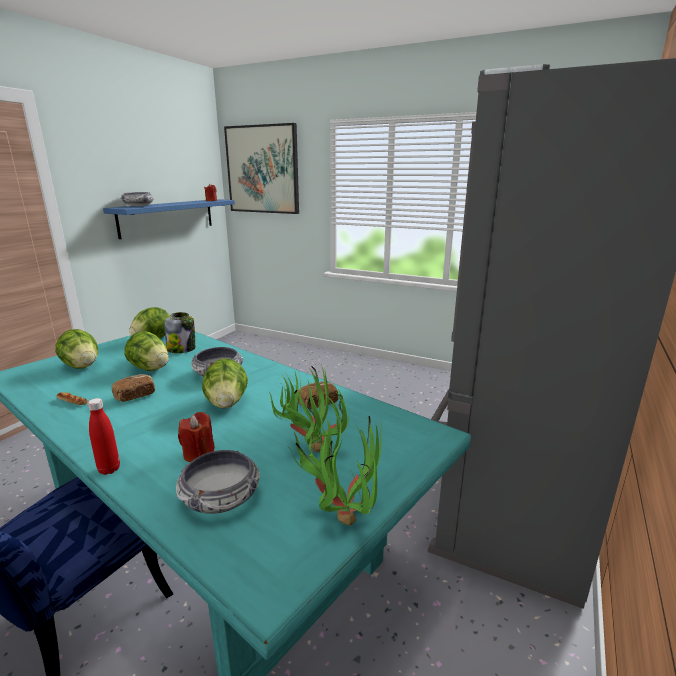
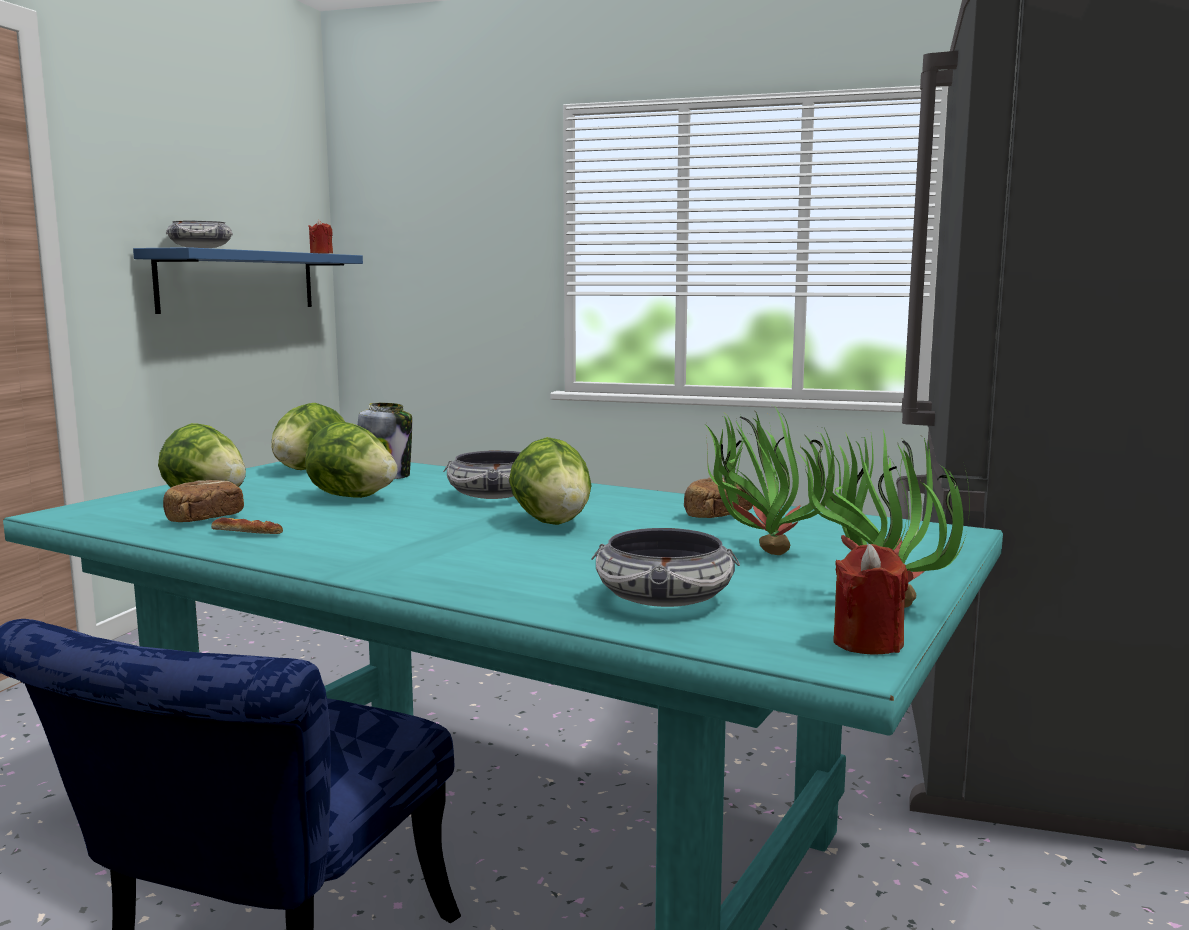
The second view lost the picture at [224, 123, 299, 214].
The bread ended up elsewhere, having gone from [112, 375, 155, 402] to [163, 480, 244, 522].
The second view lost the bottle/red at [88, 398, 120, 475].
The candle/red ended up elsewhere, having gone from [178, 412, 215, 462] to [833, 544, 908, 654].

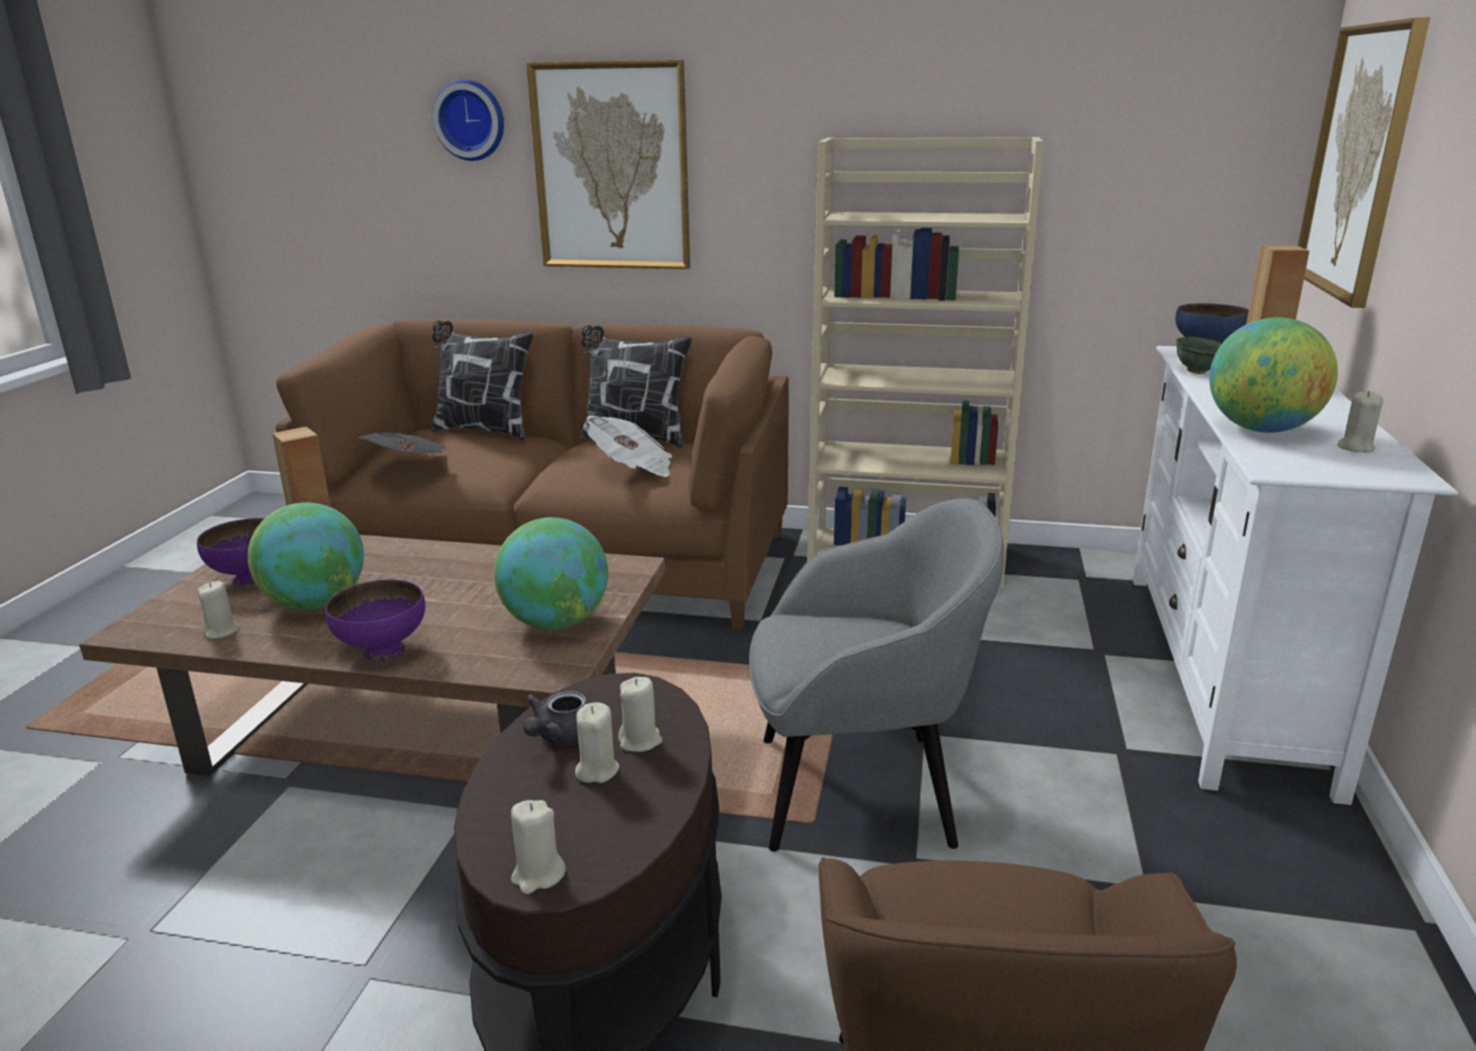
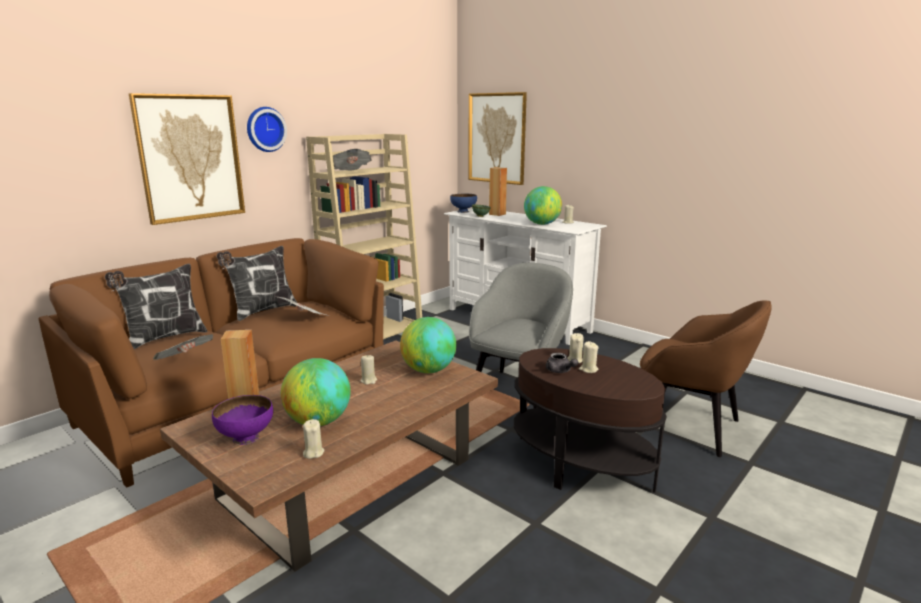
The wall clock ended up elsewhere, having gone from [433, 79, 504, 161] to [247, 107, 287, 152].
The second view lost the bowl/purple at [325, 579, 425, 661].
The candle/beige ended up elsewhere, having gone from [511, 800, 566, 894] to [361, 354, 377, 385].
The second view gained the newspaper at [333, 149, 372, 171].

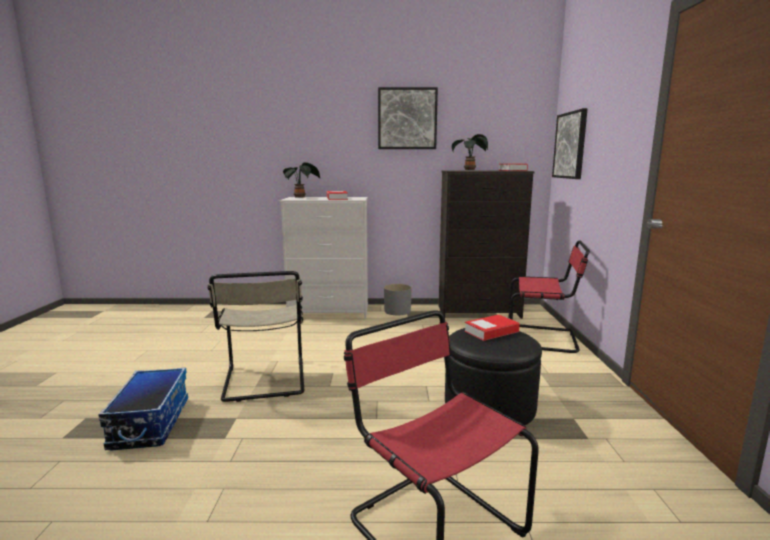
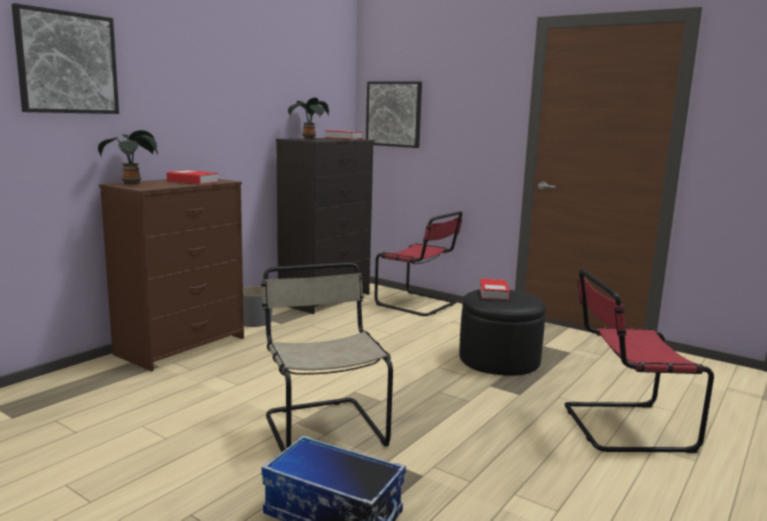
The picture ended up elsewhere, having gone from [378, 87, 438, 149] to [11, 3, 119, 114].
What was the dresser/white at [280, 197, 368, 319] turned into the dresser/brown at [99, 179, 244, 371].
The chair/red at [509, 240, 590, 353] ended up facing another way, 75 degrees clockwise from before.
The chair/beige at [207, 271, 304, 402] ended up facing another way, 135 degrees counterclockwise from before.

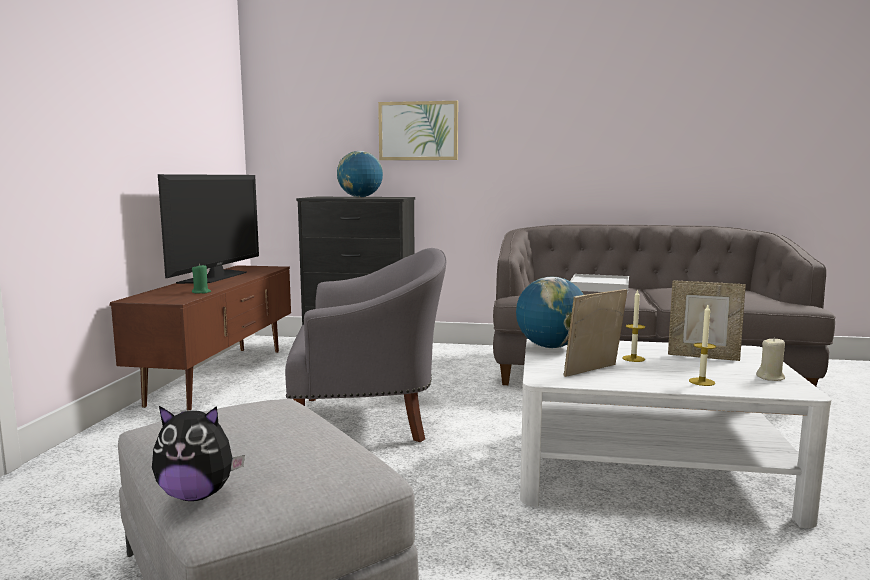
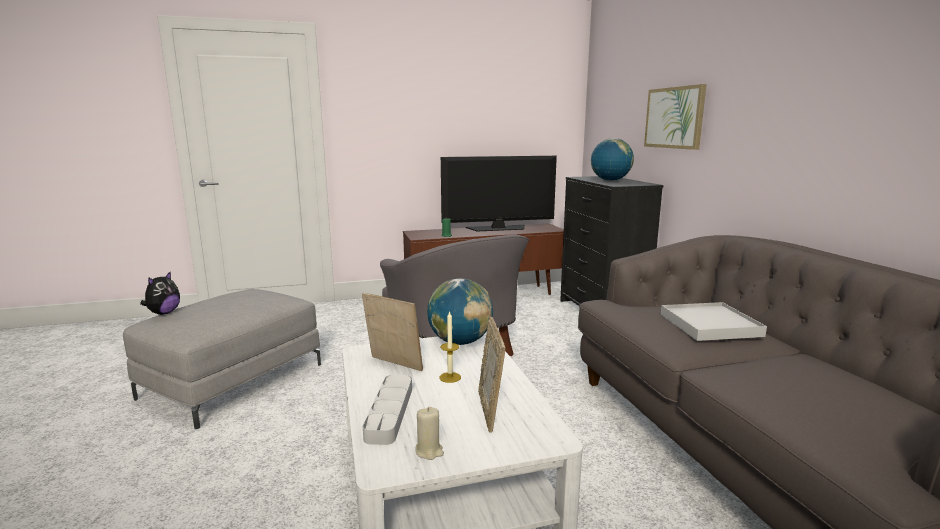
Where the candle stood at [689, 305, 716, 386], the tray/grey came to stand at [363, 375, 412, 445].
The plush toy at [152, 406, 245, 501] ended up facing another way, 135 degrees counterclockwise from before.

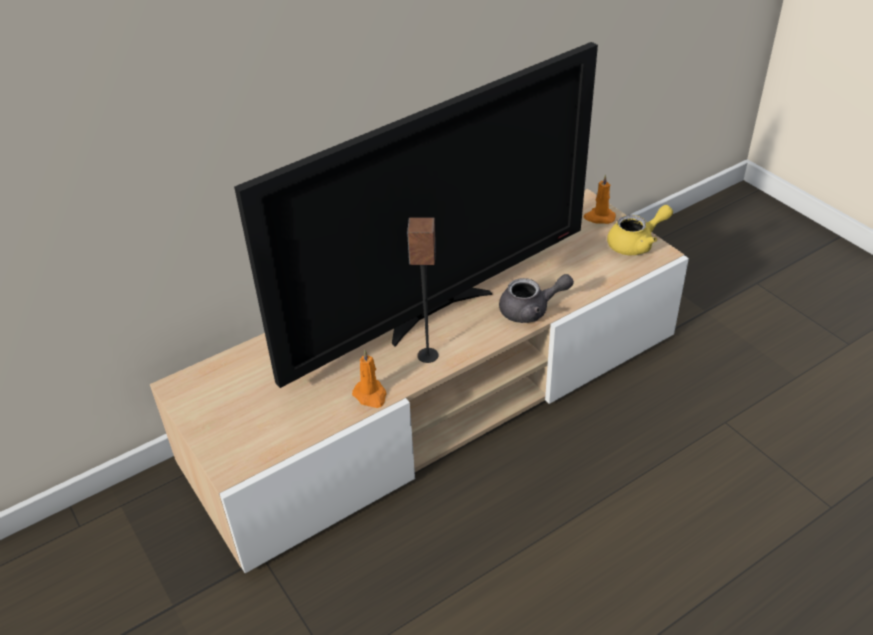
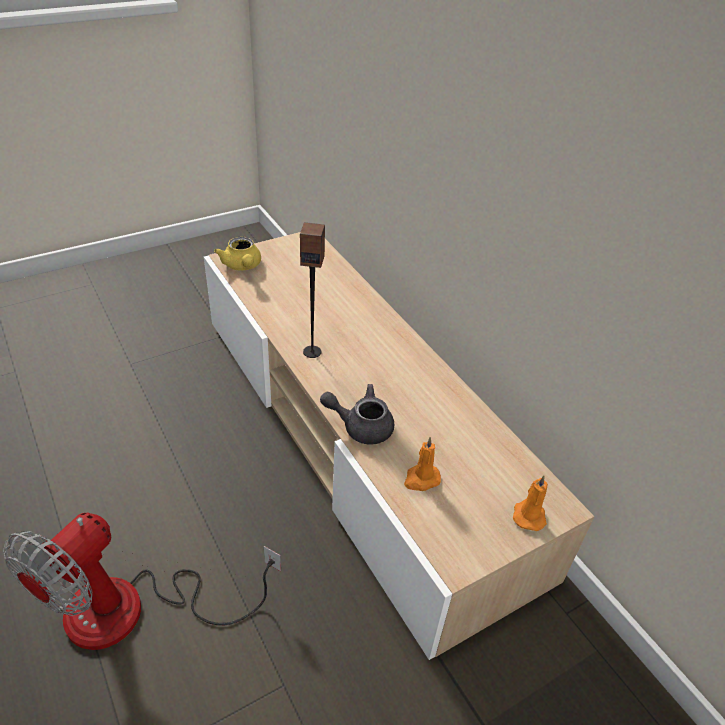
The second view lost the television at [234, 42, 598, 388].
The teapot/yellow ended up elsewhere, having gone from [607, 205, 673, 255] to [214, 237, 261, 270].
The teapot/grey at [499, 274, 574, 323] ended up facing another way, 105 degrees clockwise from before.
The candle/orange ended up elsewhere, having gone from [352, 350, 387, 408] to [404, 437, 441, 491].
The second view gained the fan at [3, 513, 281, 650].

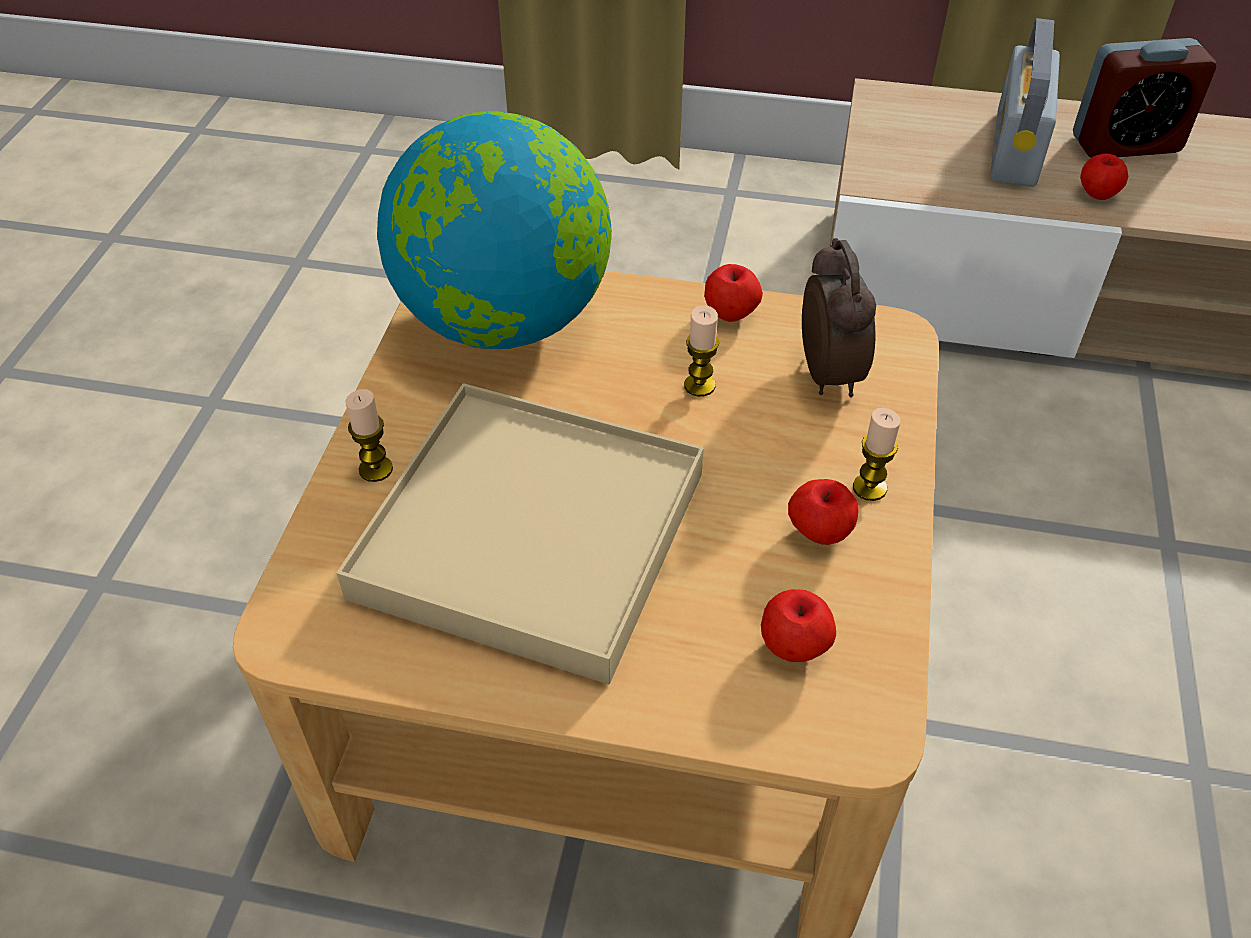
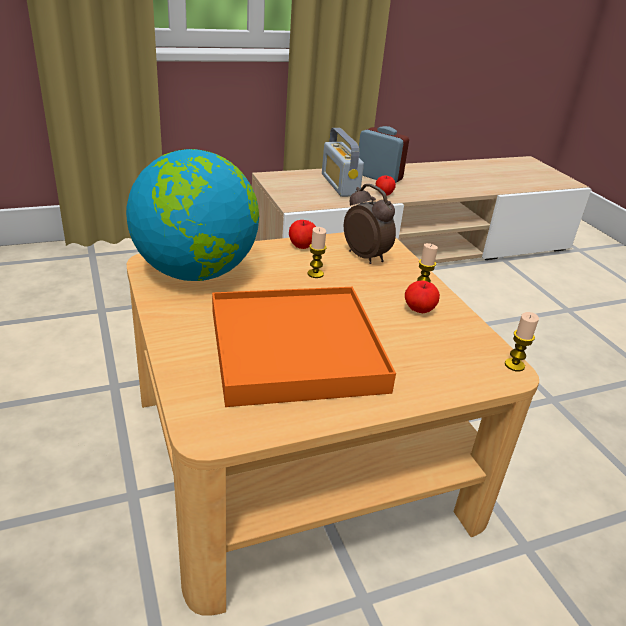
The alarm clock at [1073, 38, 1216, 158] ended up facing another way, 105 degrees counterclockwise from before.
What was the tray/beige at [337, 383, 704, 684] turned into the tray/orange at [212, 287, 396, 407].
The candle ended up elsewhere, having gone from [345, 389, 393, 482] to [505, 312, 539, 372].
The second view lost the apple at [761, 589, 836, 662].

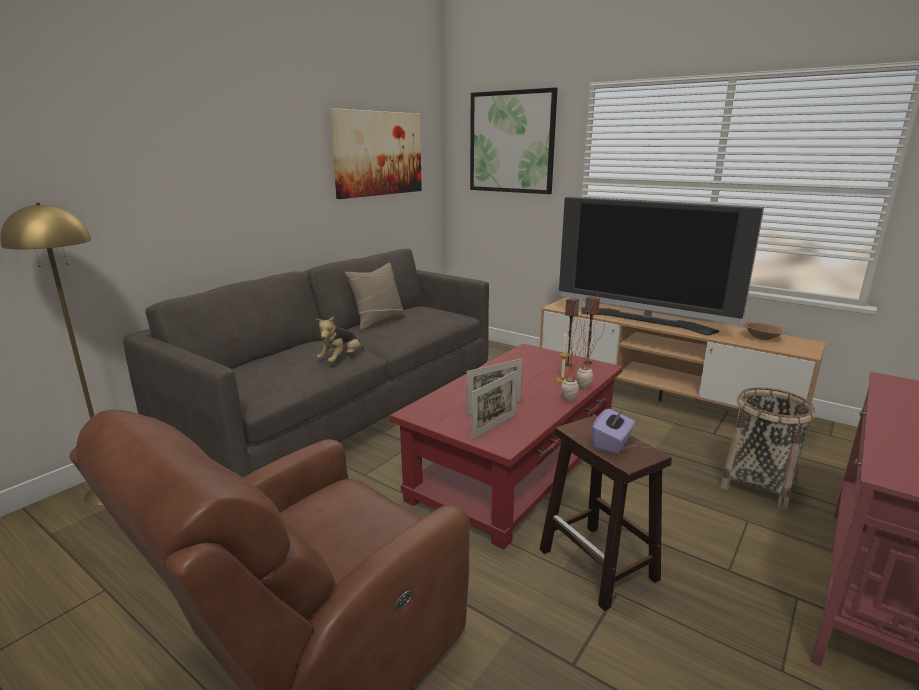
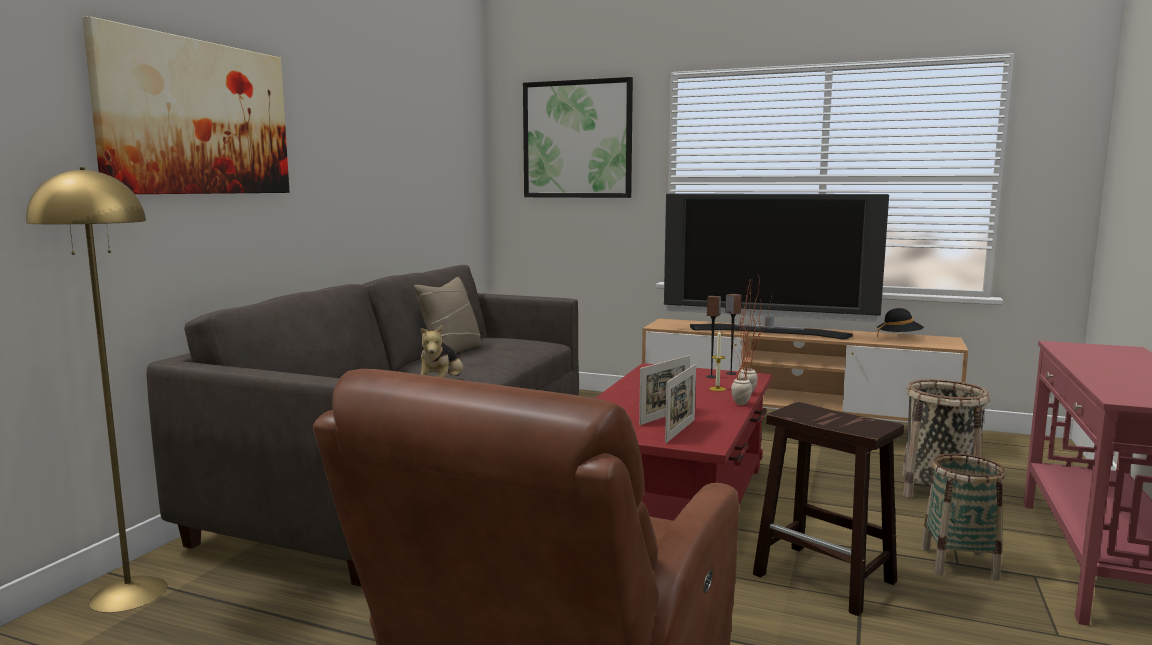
The picture ended up elsewhere, having gone from [330, 108, 422, 199] to [82, 16, 290, 194].
Where the bowl/brown stood at [743, 322, 786, 340], the hat/black came to stand at [877, 308, 924, 338].
The second view lost the tissue box/purple at [591, 409, 635, 455].
The second view gained the basket at [921, 453, 1005, 580].

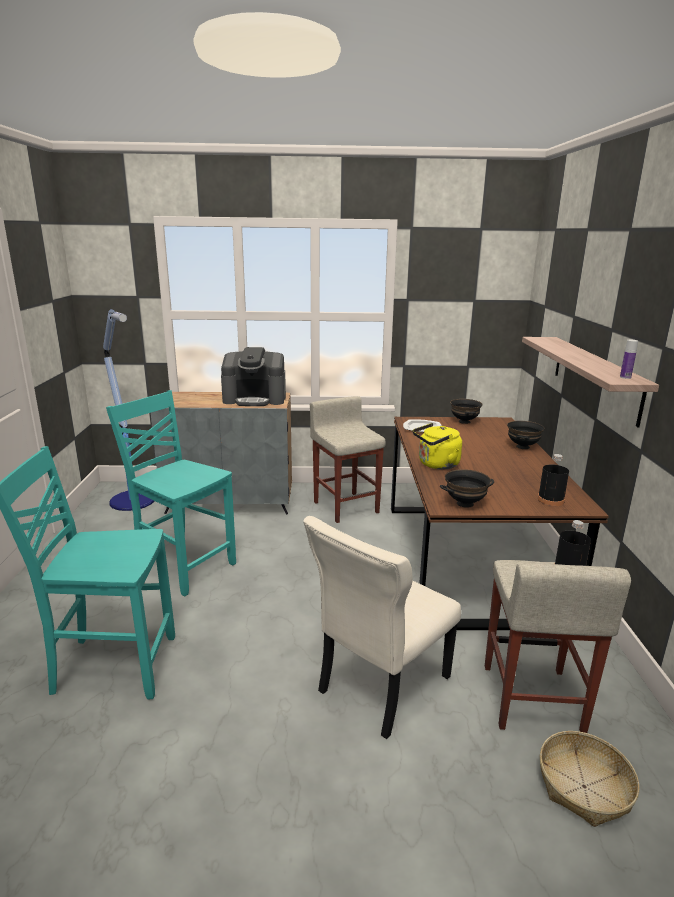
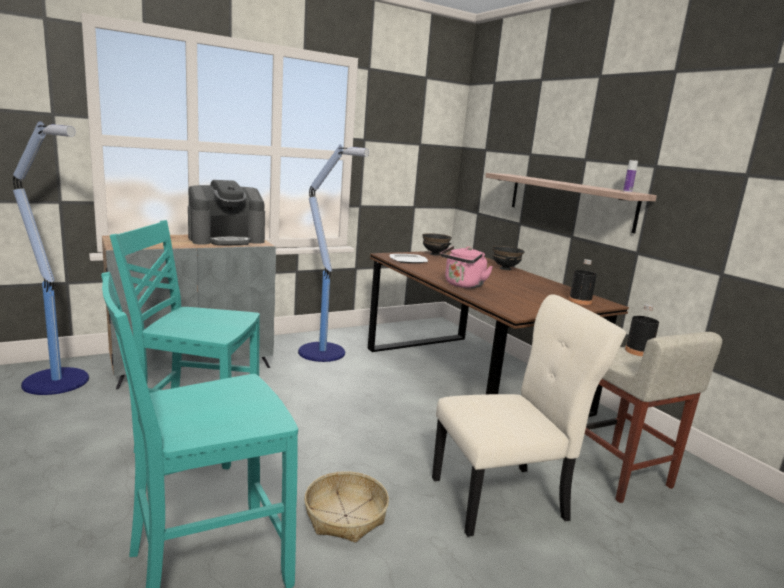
Where the stool/beige stood at [310, 396, 386, 523], the floor lamp came to stand at [298, 144, 369, 362].
What was the kettle/yellow at [413, 423, 462, 470] turned into the kettle/pink at [441, 246, 493, 288].
The second view lost the bowl/black at [440, 469, 494, 508].
The chair/beige at [303, 516, 461, 739] ended up facing another way, 120 degrees counterclockwise from before.
The basket ended up elsewhere, having gone from [540, 731, 640, 827] to [304, 471, 389, 543].

